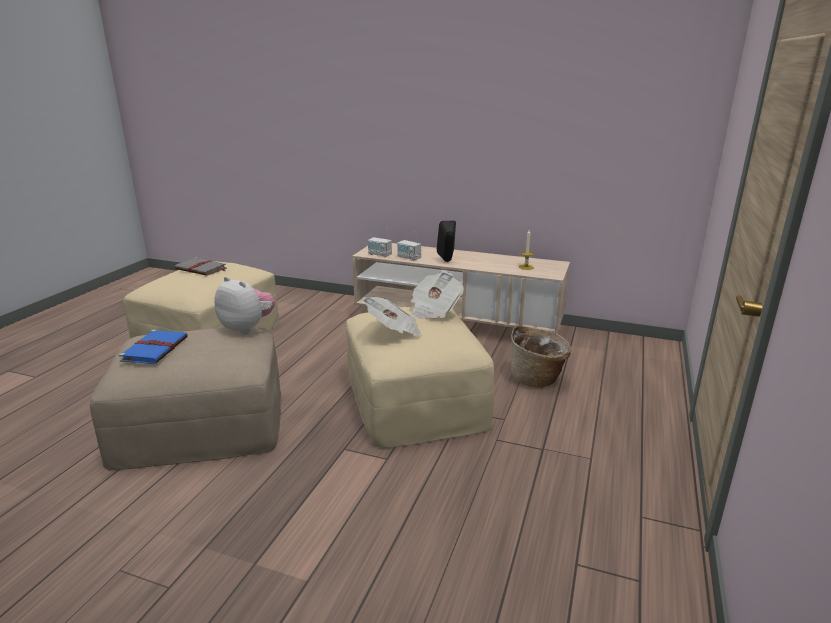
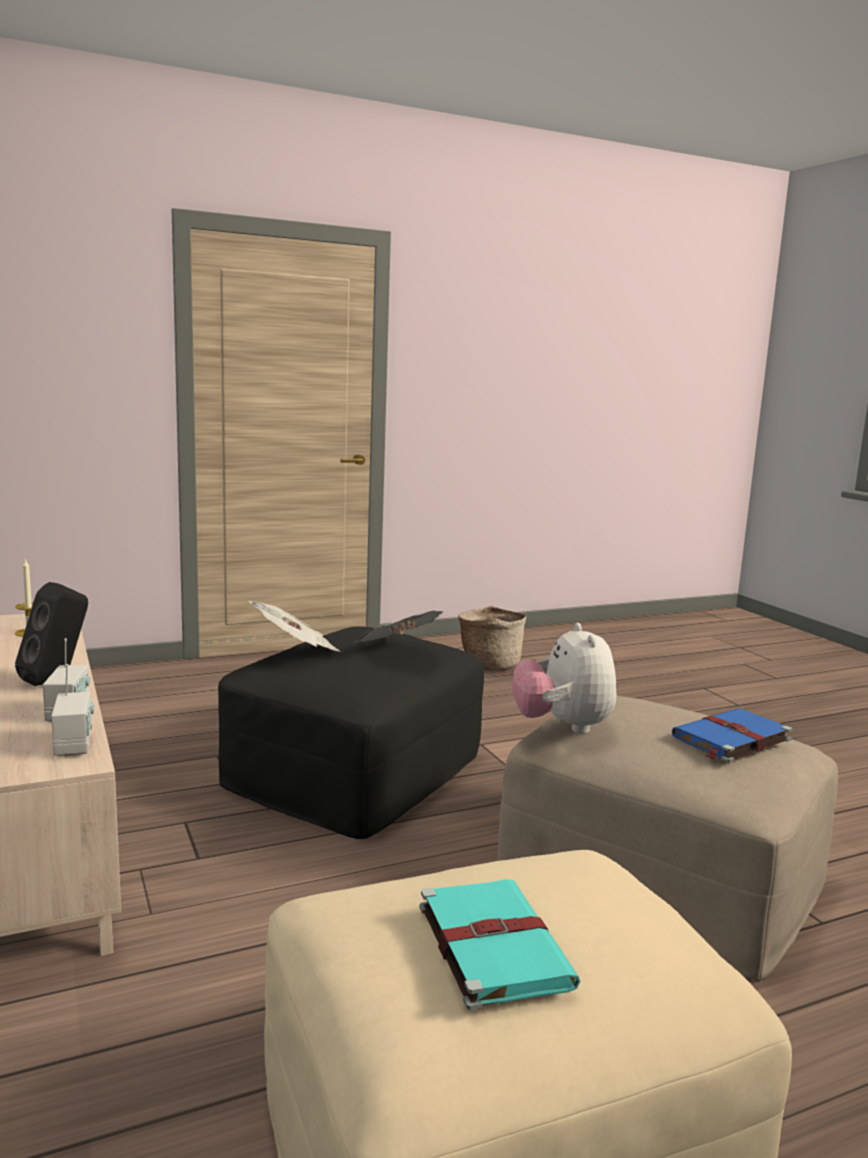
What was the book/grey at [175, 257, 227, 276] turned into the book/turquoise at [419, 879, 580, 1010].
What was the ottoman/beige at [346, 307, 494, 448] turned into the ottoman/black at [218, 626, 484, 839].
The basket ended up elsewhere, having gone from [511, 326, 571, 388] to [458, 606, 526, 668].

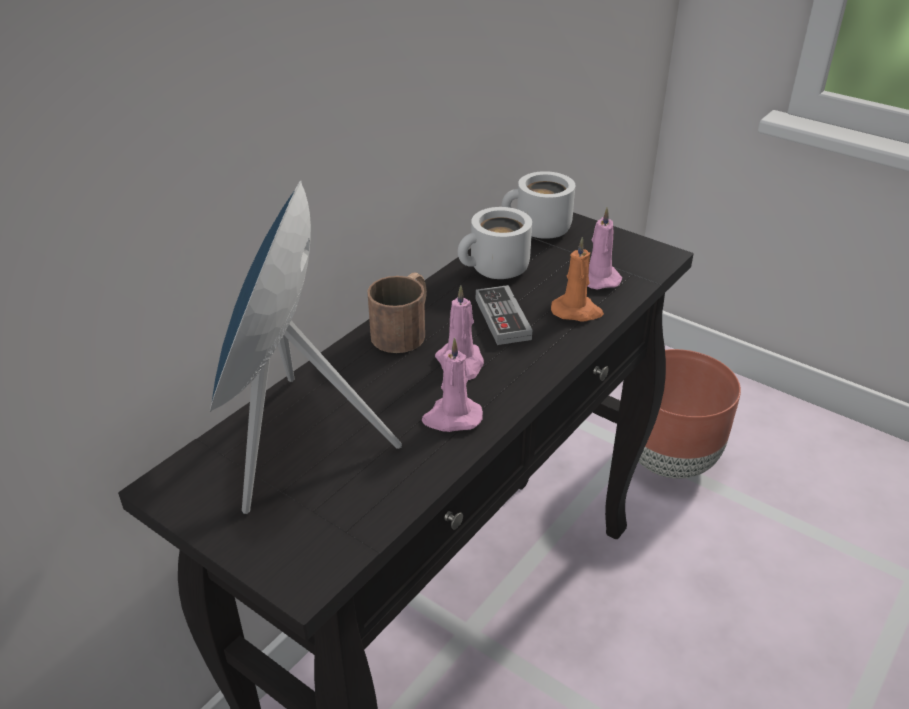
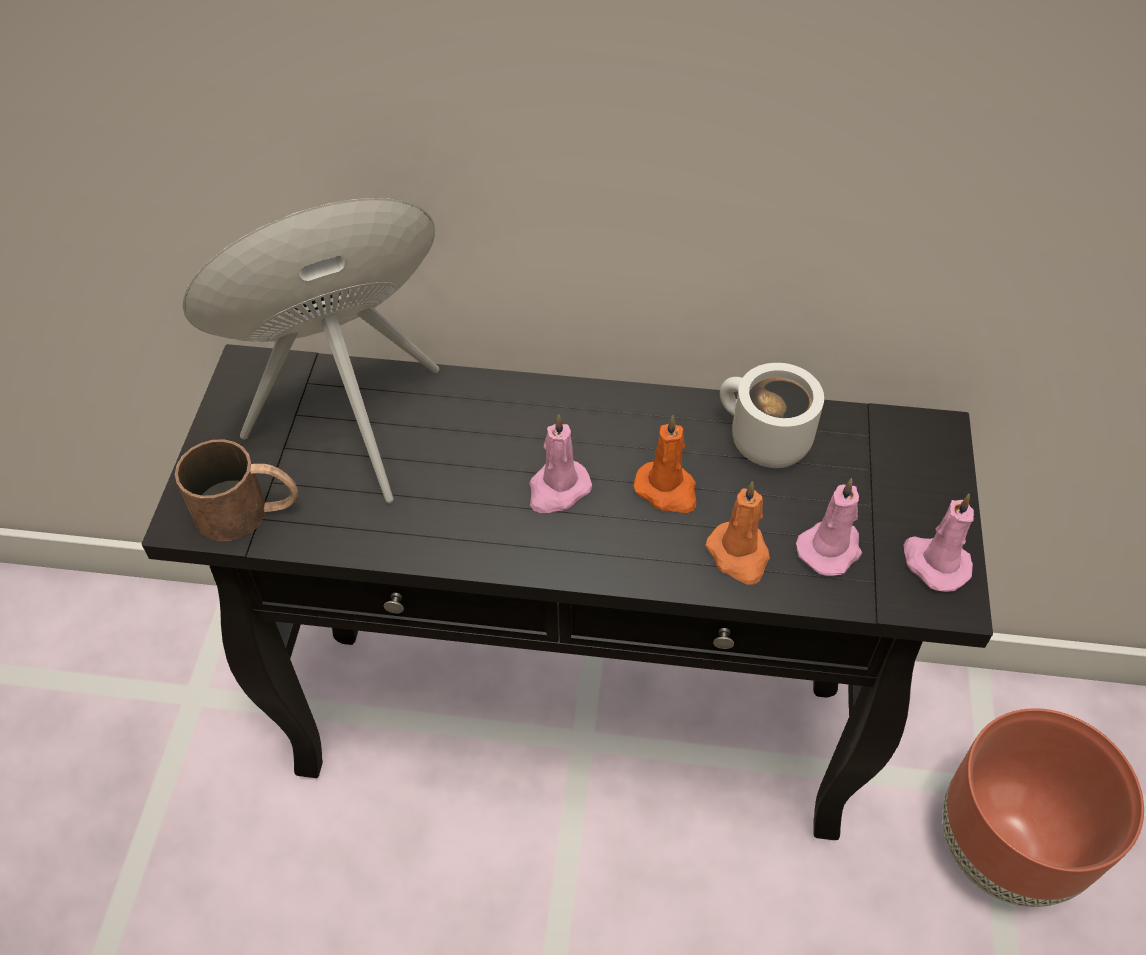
The second view lost the mug/white at [502, 171, 575, 239].
The mug/brown ended up elsewhere, having gone from [367, 273, 427, 353] to [175, 439, 298, 541].
Where the game controller stood at [476, 285, 532, 345], the candle/orange came to stand at [634, 415, 696, 513].
The candle/pink ended up elsewhere, having gone from [422, 338, 483, 432] to [904, 494, 974, 592].

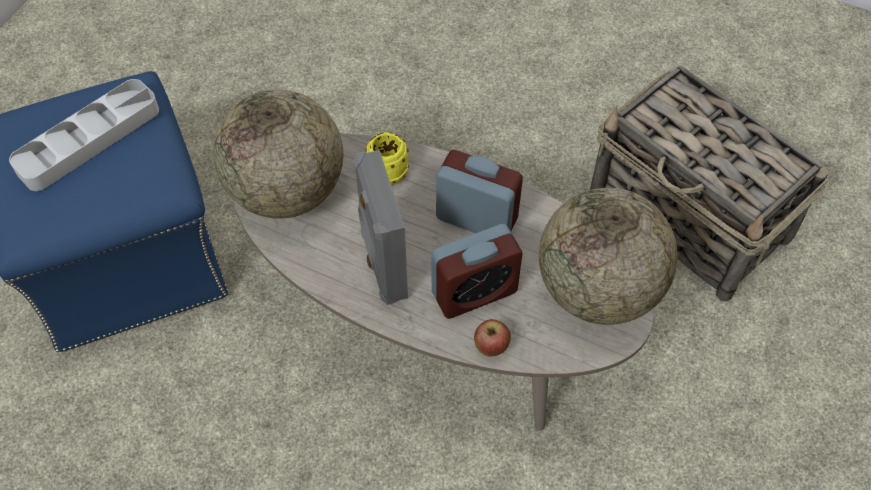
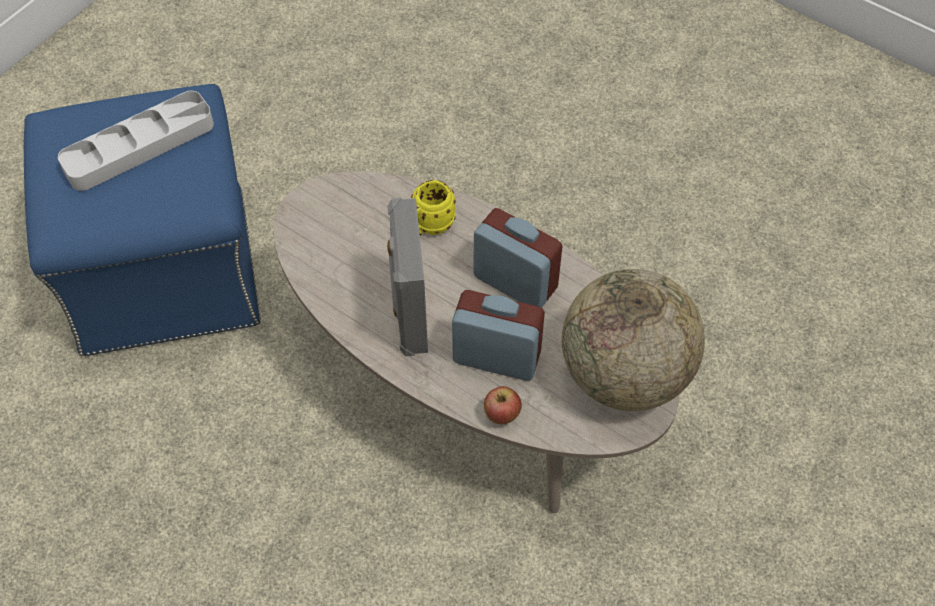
The second view lost the basket at [590, 65, 830, 302].
The second view lost the globe at [214, 89, 343, 219].
The alarm clock at [431, 224, 522, 319] ended up facing another way, 150 degrees counterclockwise from before.

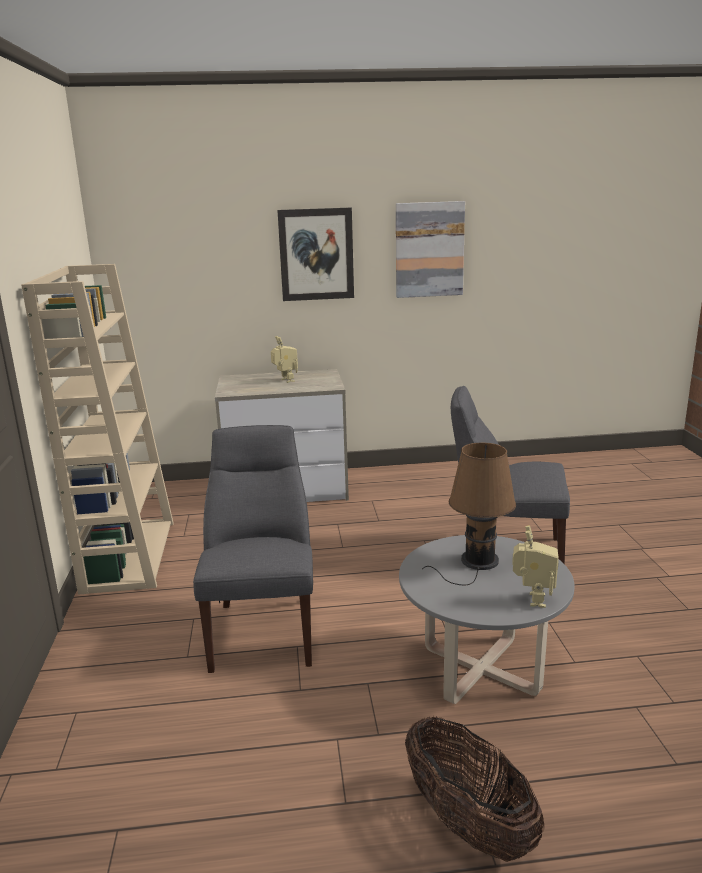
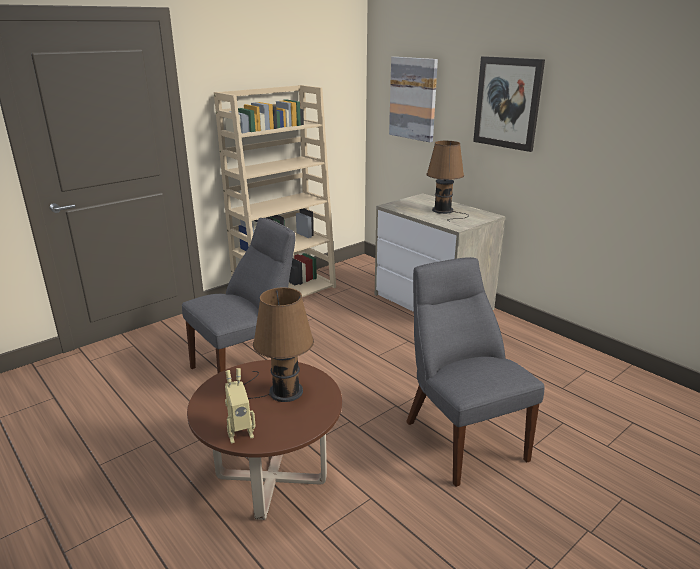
The picture ended up elsewhere, having gone from [396, 201, 465, 298] to [389, 57, 438, 142].
Where the toy robot stood at [271, 336, 298, 383], the table lamp/brown came to stand at [426, 141, 469, 221].
What was the coffee table/grey at [399, 535, 575, 704] turned into the coffee table/brown at [187, 360, 342, 520].
The second view lost the basket at [405, 716, 545, 862].

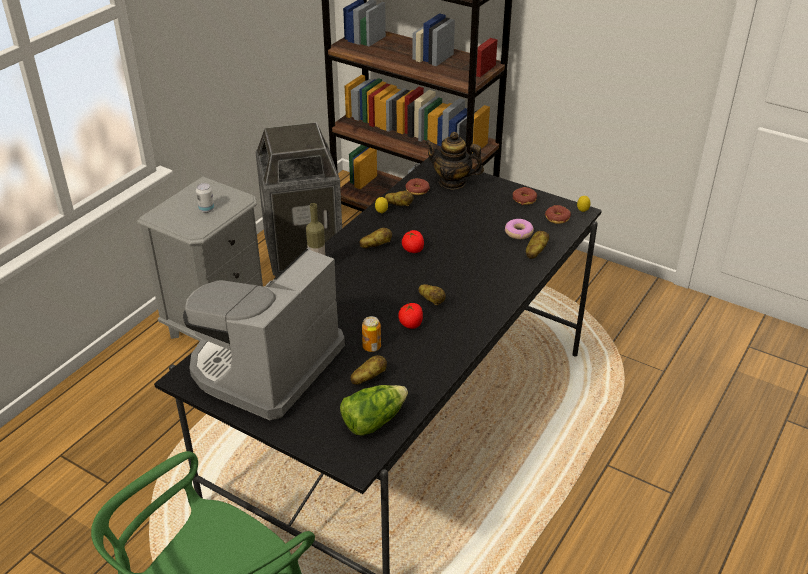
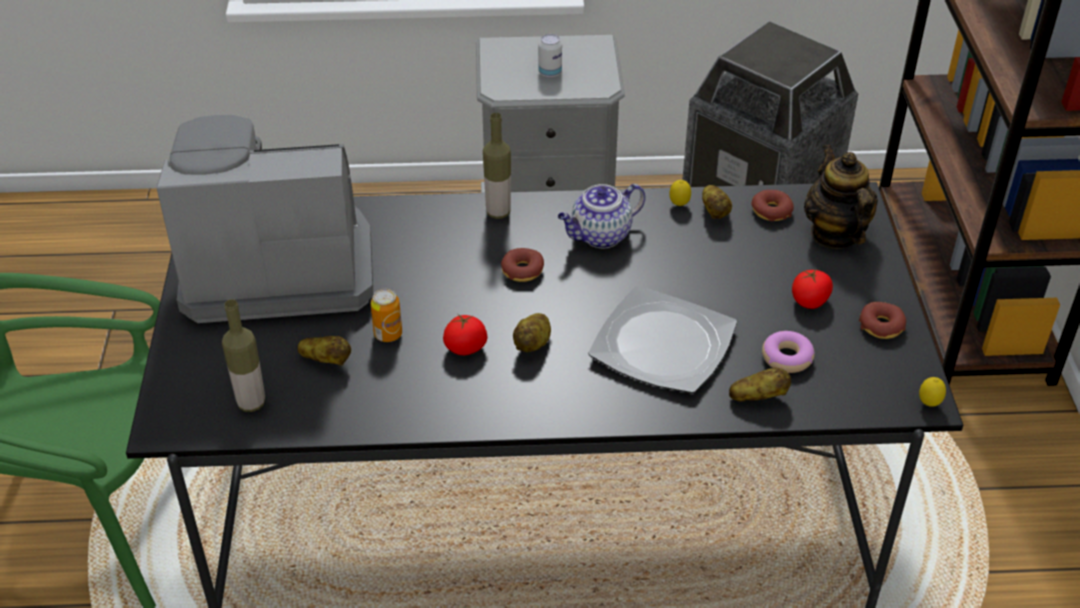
The donut ended up elsewhere, having gone from [545, 205, 571, 224] to [501, 248, 544, 282].
Where the potato stood at [360, 228, 392, 248], the teapot came to stand at [558, 184, 645, 248].
The tomato ended up elsewhere, having gone from [402, 230, 424, 253] to [792, 269, 833, 309].
Where the lettuce stood at [340, 385, 408, 436], the bottle came to stand at [222, 299, 265, 412].
The second view gained the plate at [588, 286, 737, 393].

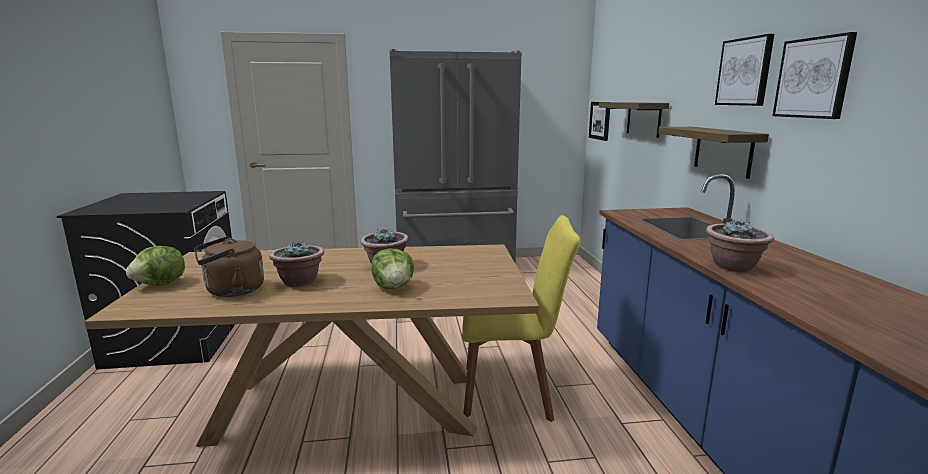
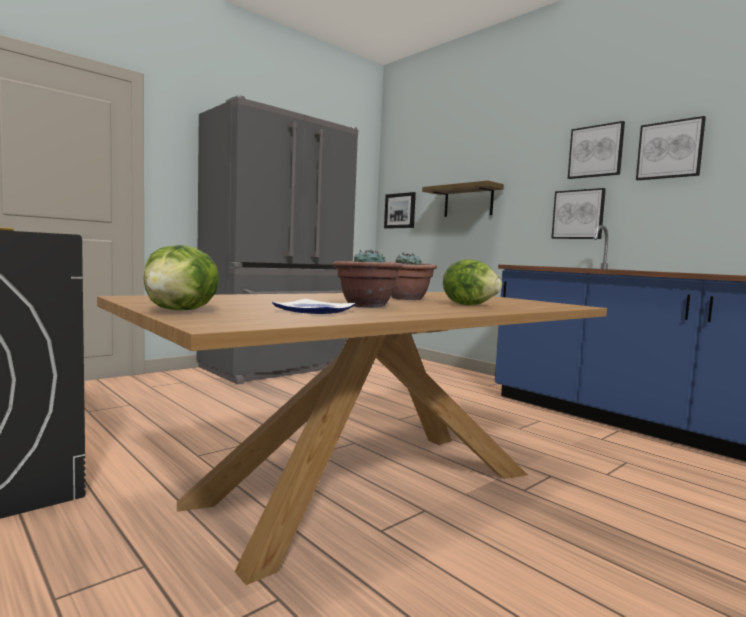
Where the shelf hung at [658, 127, 769, 179], the picture came to hang at [551, 188, 606, 239].
The second view lost the chair/yellow at [462, 215, 581, 422].
The second view lost the potted plant at [706, 219, 774, 272].
Where the kettle/brown stood at [194, 237, 264, 297], the plate came to stand at [272, 299, 356, 314].

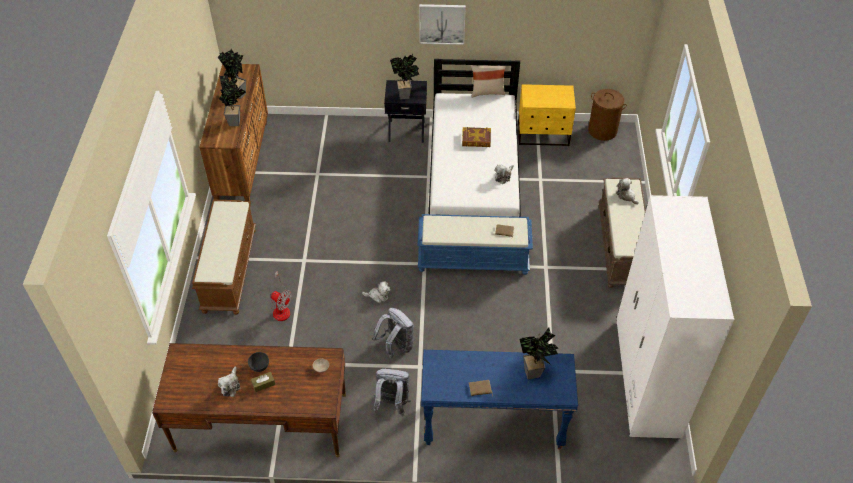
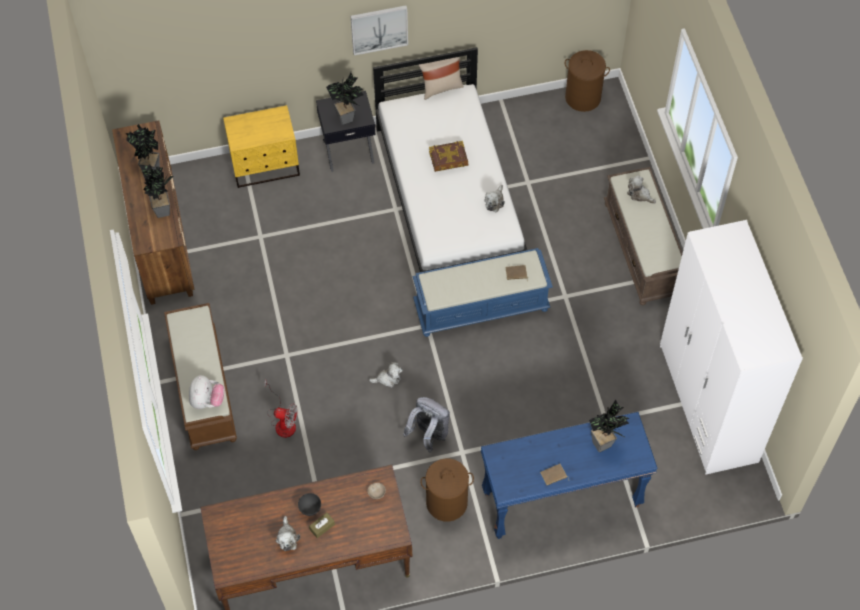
The nightstand/yellow ended up elsewhere, having gone from [518, 84, 576, 146] to [223, 105, 300, 188].
Where the backpack/grey stood at [373, 369, 410, 416], the laundry basket/brown came to stand at [420, 458, 474, 522].
The second view gained the plush toy at [189, 375, 224, 409].

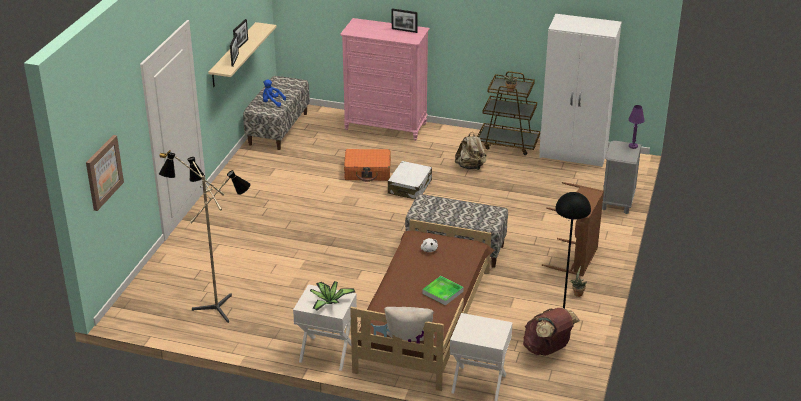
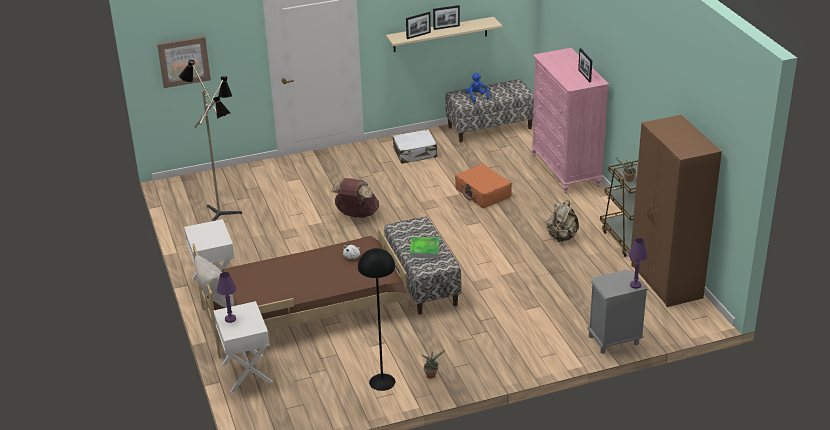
What was the wardrobe/white at [539, 14, 621, 167] turned into the wardrobe/brown at [630, 115, 722, 307].
The suitcase/white ended up elsewhere, having gone from [388, 161, 432, 199] to [393, 129, 437, 164].
The second view lost the laundry basket/brown at [542, 182, 604, 276].
The tray ended up elsewhere, having gone from [422, 276, 464, 305] to [410, 237, 440, 258].
The second view lost the potted plant at [310, 281, 355, 311].
The backpack/brown ended up elsewhere, having gone from [523, 308, 580, 356] to [331, 178, 379, 218].
The second view gained the table lamp/purple at [217, 272, 236, 323].

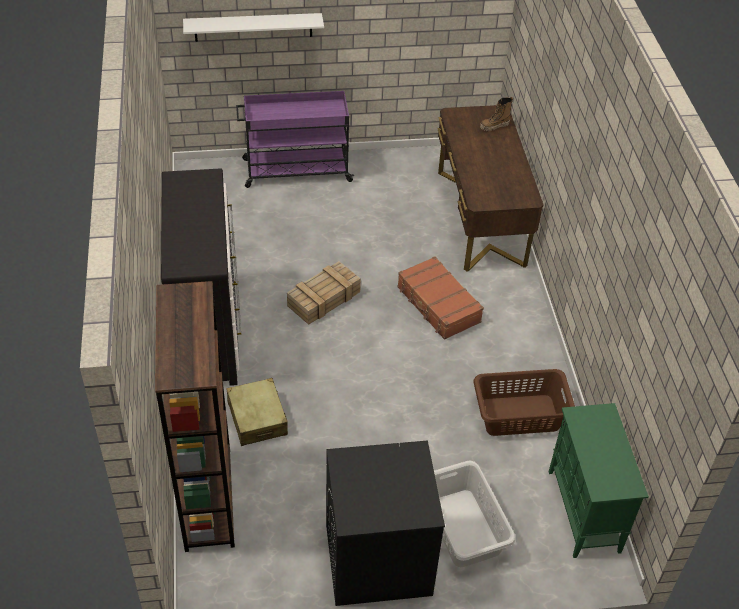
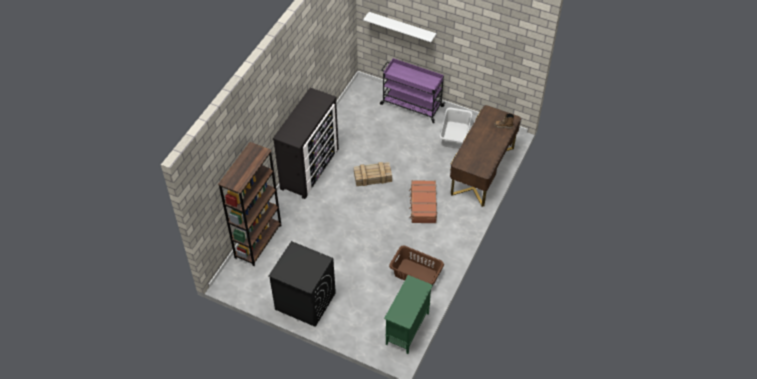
The second view lost the suitcase/beige at [226, 378, 288, 446].
The laundry basket/grey ended up elsewhere, having gone from [434, 461, 516, 567] to [439, 107, 473, 149].

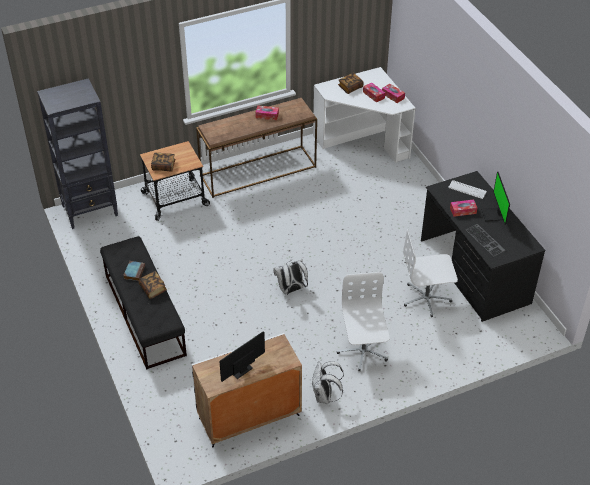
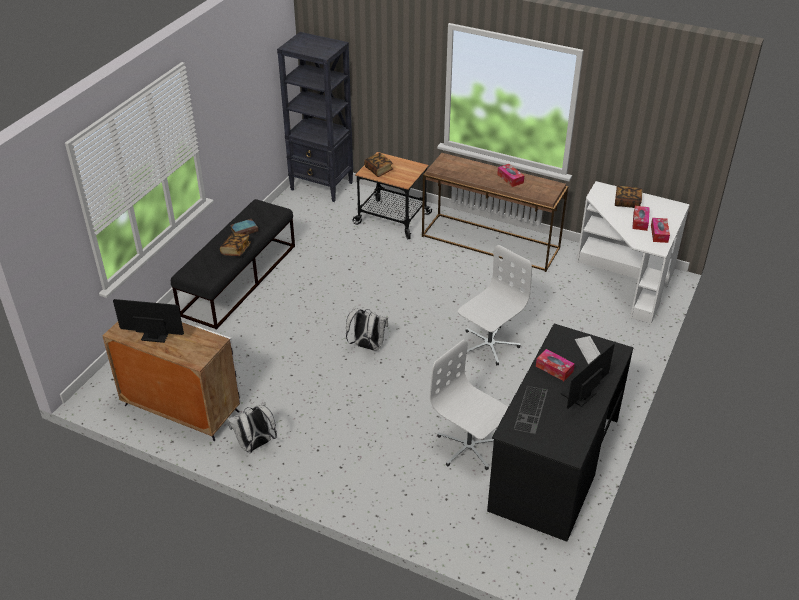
The office chair/white ended up elsewhere, having gone from [337, 272, 390, 371] to [458, 245, 532, 365].

